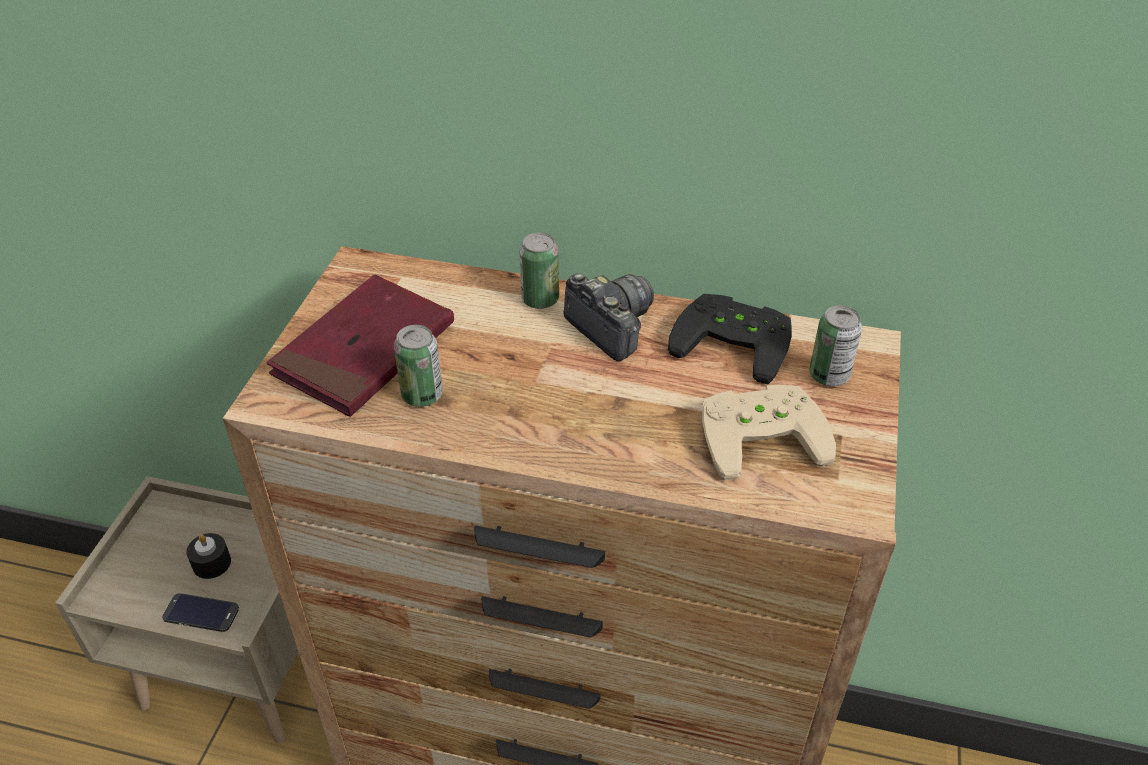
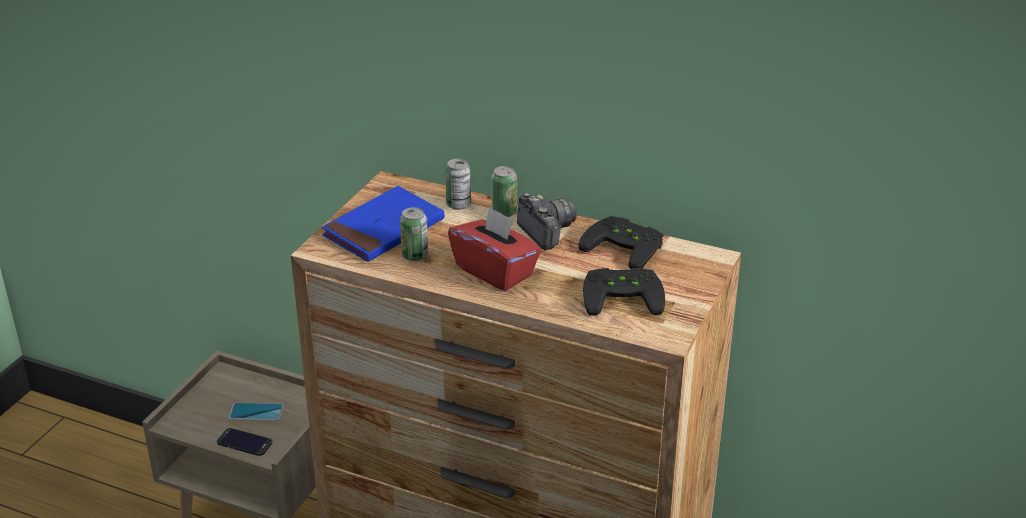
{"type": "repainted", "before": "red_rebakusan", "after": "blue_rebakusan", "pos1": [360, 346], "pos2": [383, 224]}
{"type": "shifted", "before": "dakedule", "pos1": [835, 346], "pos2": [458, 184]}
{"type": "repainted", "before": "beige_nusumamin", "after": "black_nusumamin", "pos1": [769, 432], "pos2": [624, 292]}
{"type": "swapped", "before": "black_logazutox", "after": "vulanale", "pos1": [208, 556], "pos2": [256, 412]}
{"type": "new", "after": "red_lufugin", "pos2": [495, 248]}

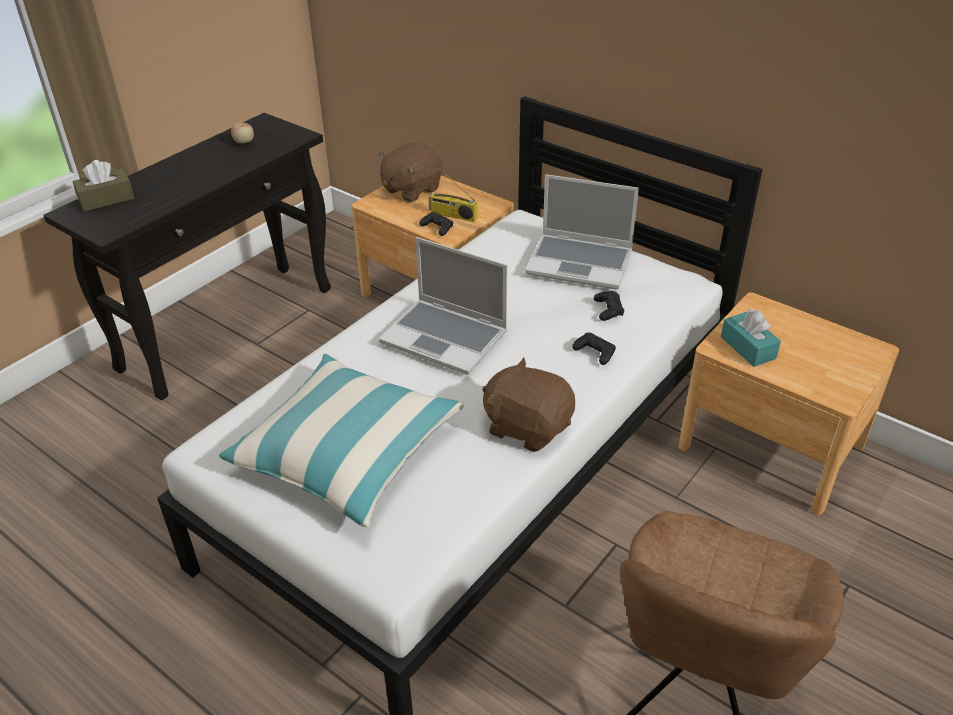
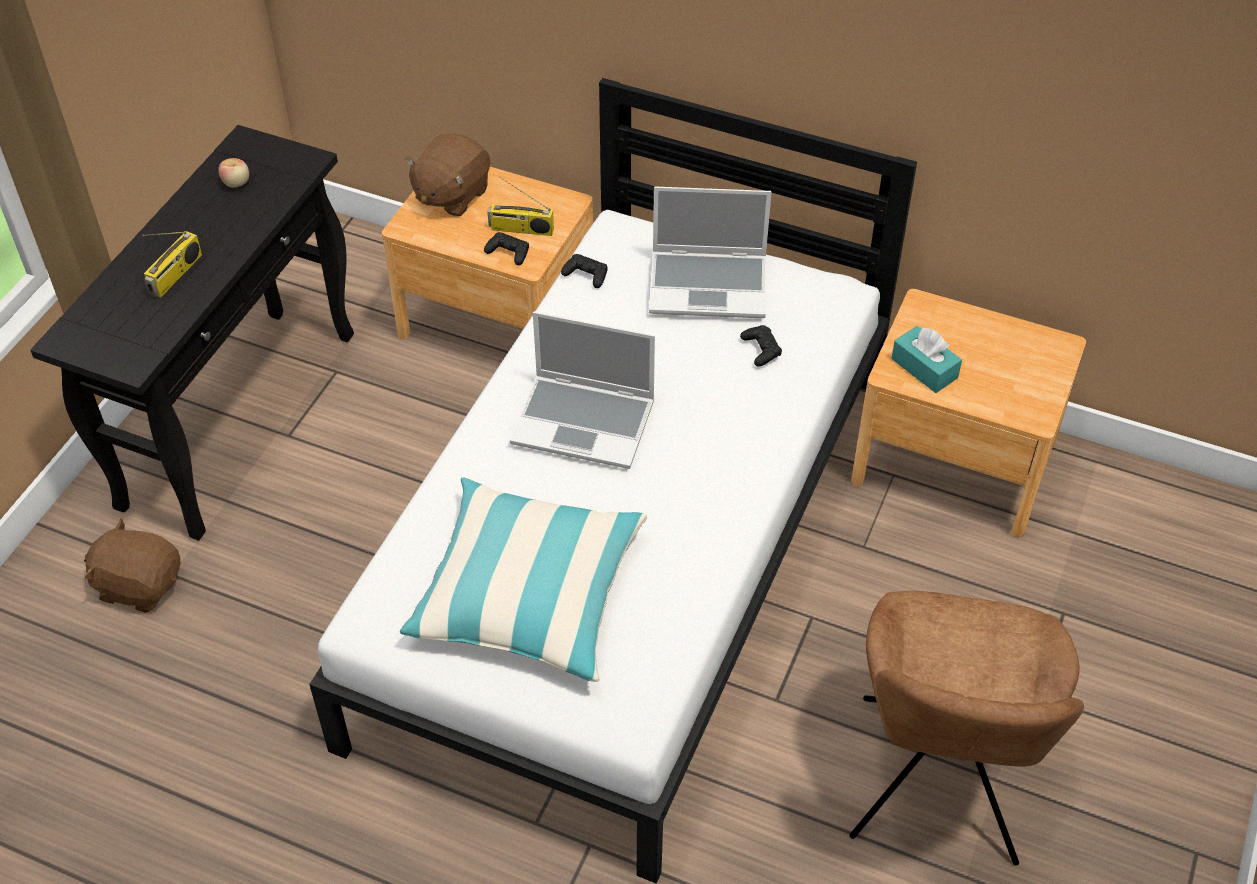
{"type": "gone", "before": "brown_lufugin", "pos1": [103, 186]}
{"type": "shifted", "before": "black_nusumamin", "pos1": [594, 349], "pos2": [584, 271]}
{"type": "shifted", "before": "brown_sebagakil", "pos1": [528, 405], "pos2": [132, 566]}
{"type": "new", "after": "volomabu", "pos2": [172, 264]}

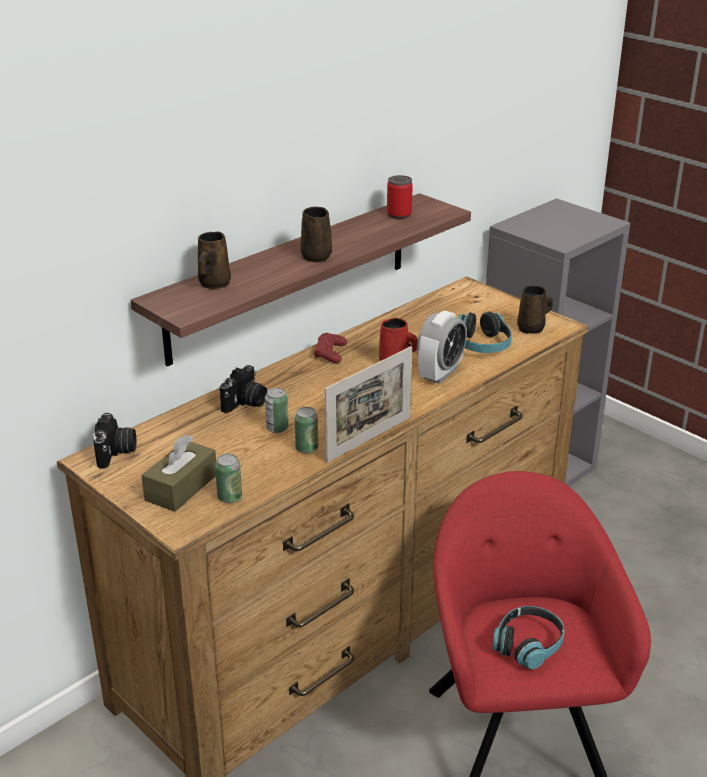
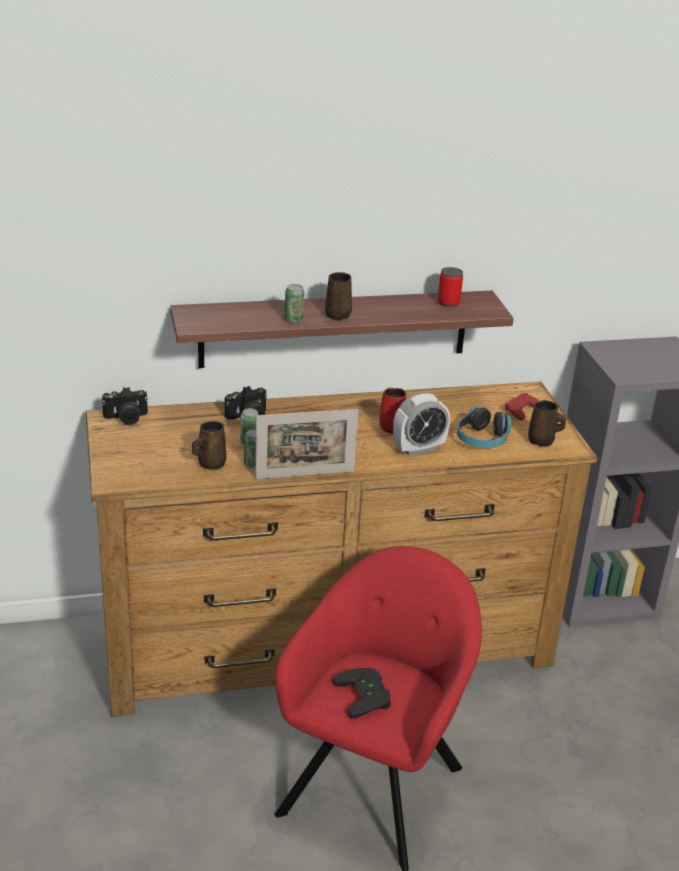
{"type": "shifted", "before": "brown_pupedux", "pos1": [214, 260], "pos2": [209, 445]}
{"type": "shifted", "before": "red_nusumamin", "pos1": [330, 348], "pos2": [522, 406]}
{"type": "rotated", "before": "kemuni", "pos1": [114, 441], "pos2": [125, 406], "turn": 45}
{"type": "gone", "before": "brown_lufugin", "pos1": [178, 473]}
{"type": "shifted", "before": "dakedule", "pos1": [228, 478], "pos2": [294, 303]}
{"type": "swapped", "before": "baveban", "after": "black_nusumamin", "pos1": [528, 638], "pos2": [362, 693]}

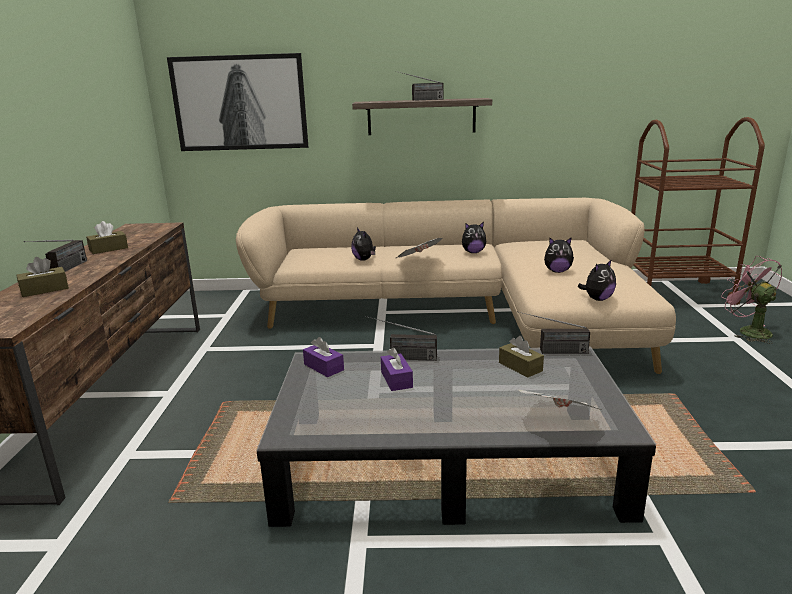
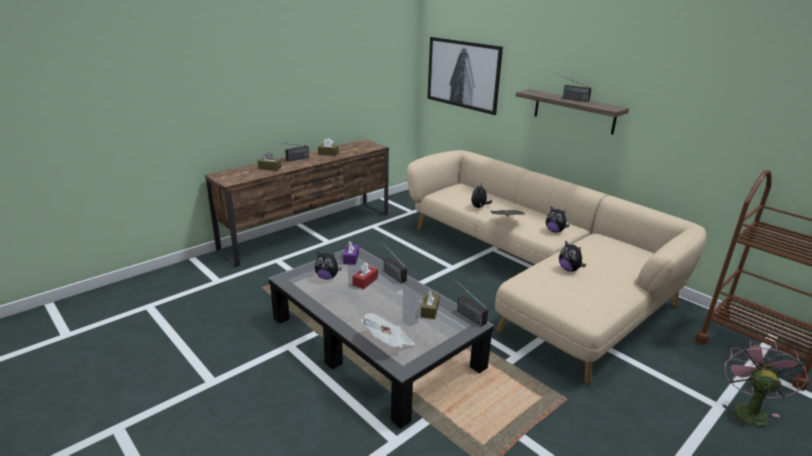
{"type": "shifted", "before": "sebagakil", "pos1": [596, 280], "pos2": [328, 266]}
{"type": "repainted", "before": "purple_lufugin", "after": "red_lufugin", "pos1": [397, 369], "pos2": [365, 276]}

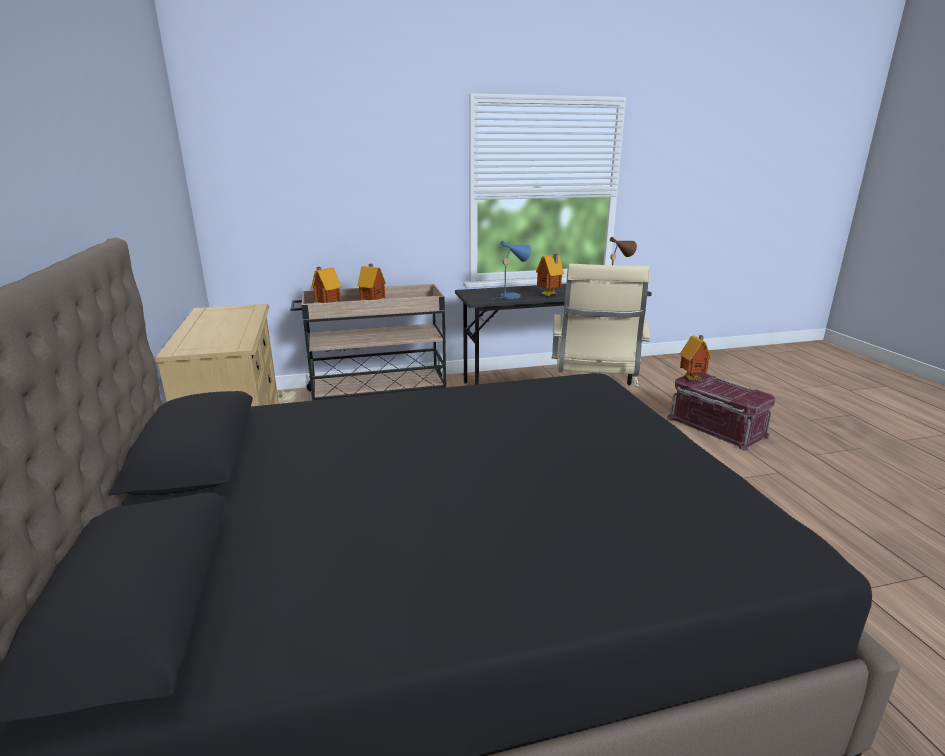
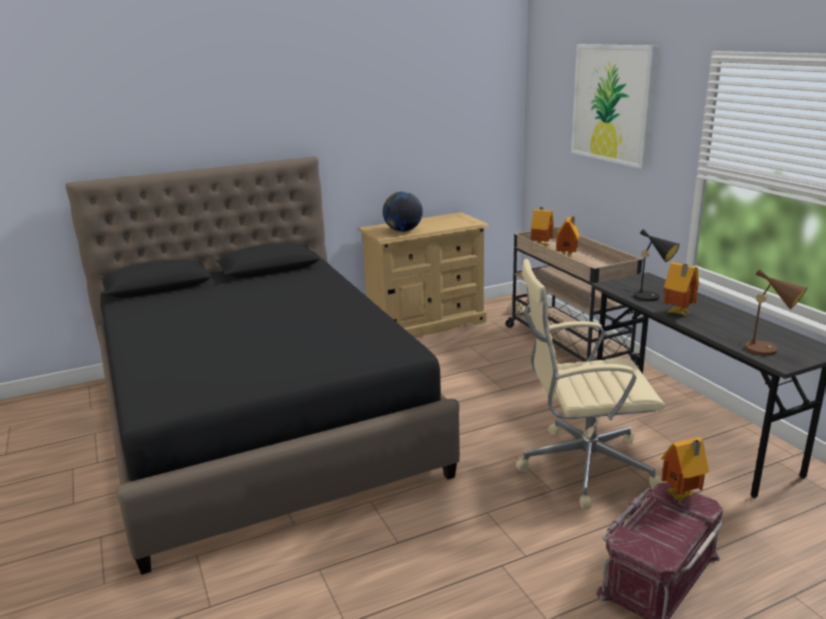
{"type": "repainted", "before": "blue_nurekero", "after": "black_nurekero", "pos1": [511, 270], "pos2": [651, 265]}
{"type": "new", "after": "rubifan", "pos2": [614, 106]}
{"type": "new", "after": "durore", "pos2": [403, 212]}

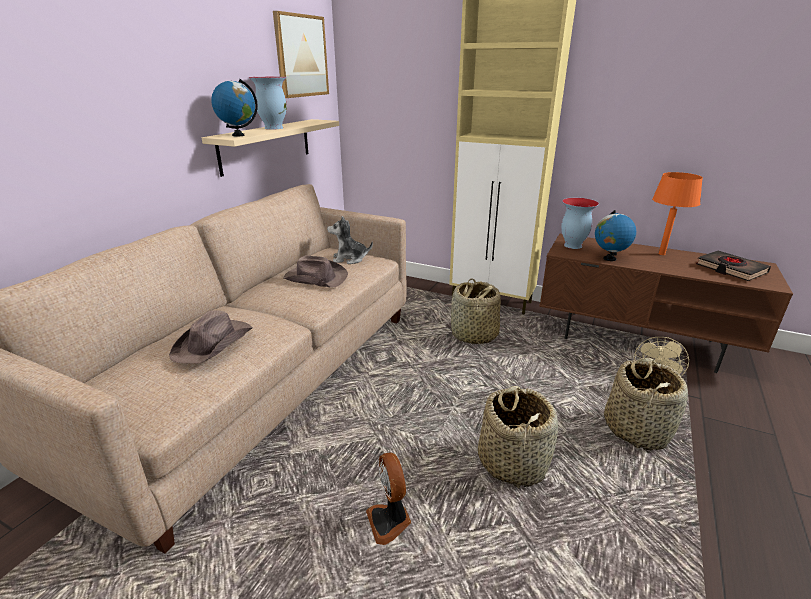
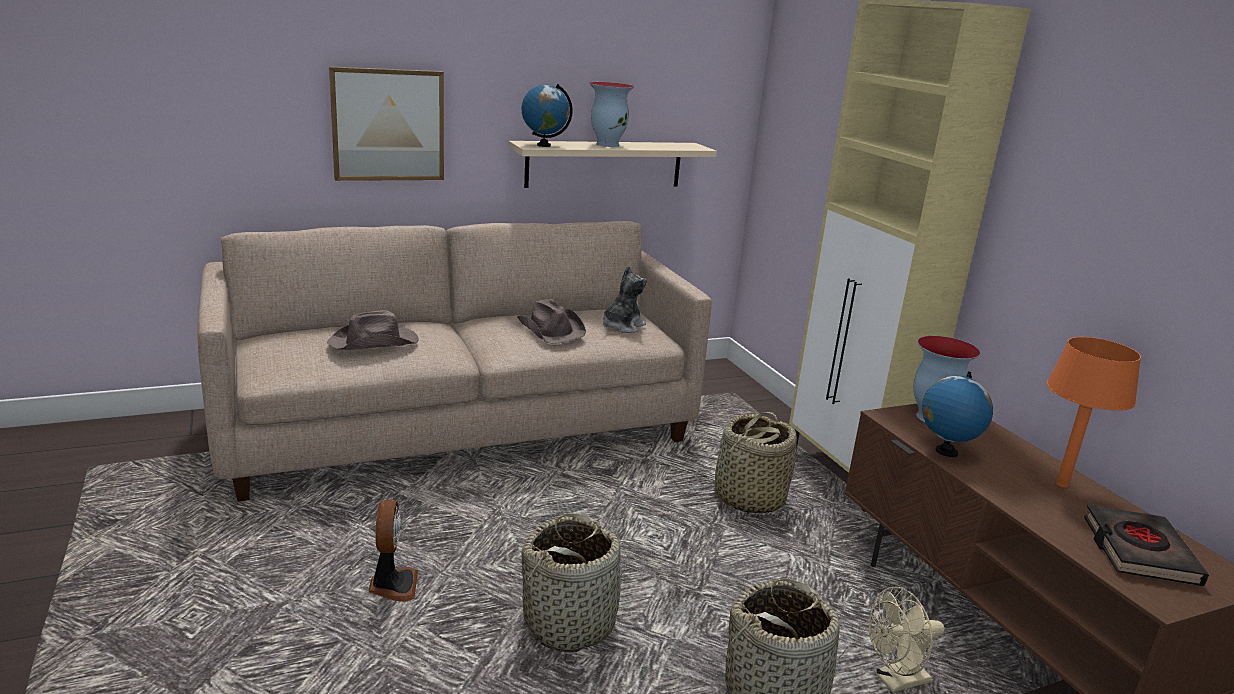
{"type": "shifted", "before": "rubifan", "pos1": [301, 54], "pos2": [386, 123]}
{"type": "rotated", "before": "sebagakil", "pos1": [350, 240], "pos2": [625, 299], "turn": 90}
{"type": "rotated", "before": "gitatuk", "pos1": [388, 499], "pos2": [393, 550], "turn": 150}

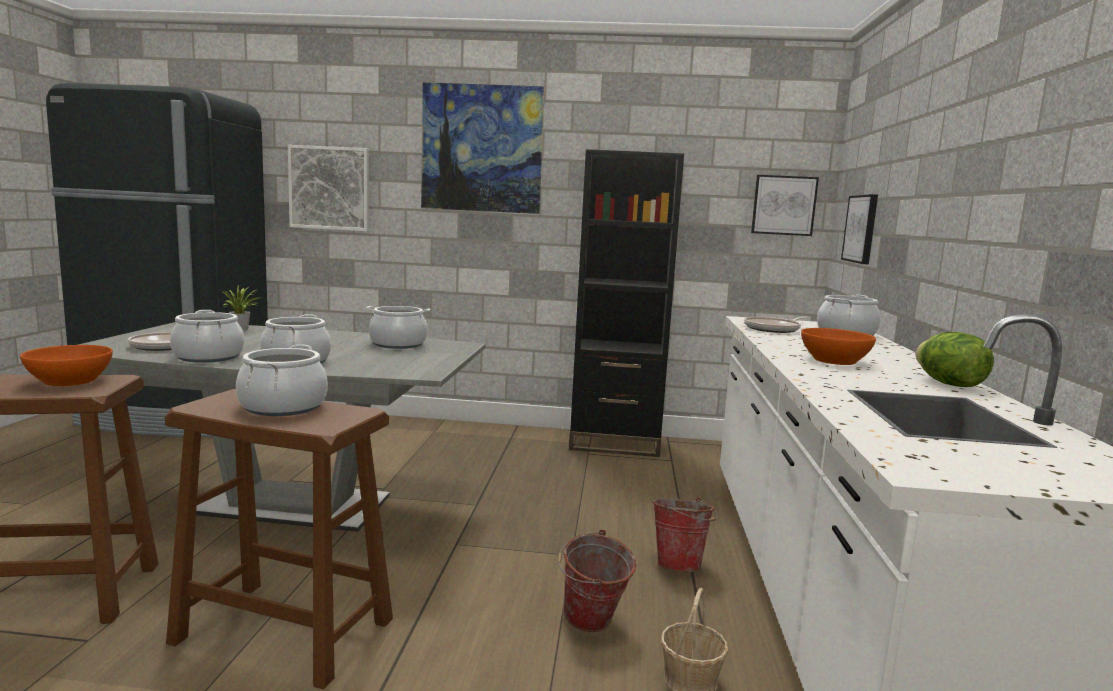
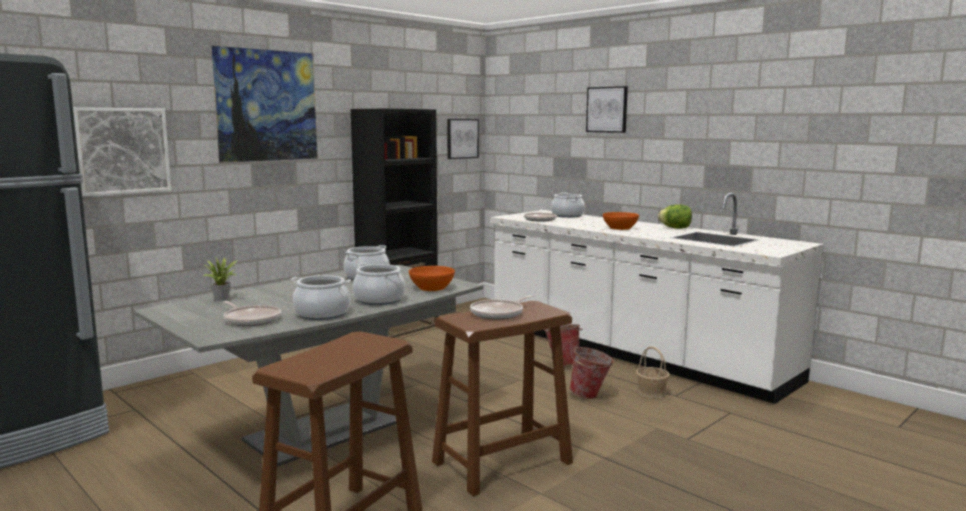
{"type": "shifted", "before": "rubifan", "pos1": [859, 229], "pos2": [607, 109]}
{"type": "swapped", "before": "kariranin", "after": "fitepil", "pos1": [282, 380], "pos2": [501, 307]}
{"type": "shifted", "before": "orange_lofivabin", "pos1": [66, 365], "pos2": [432, 278]}

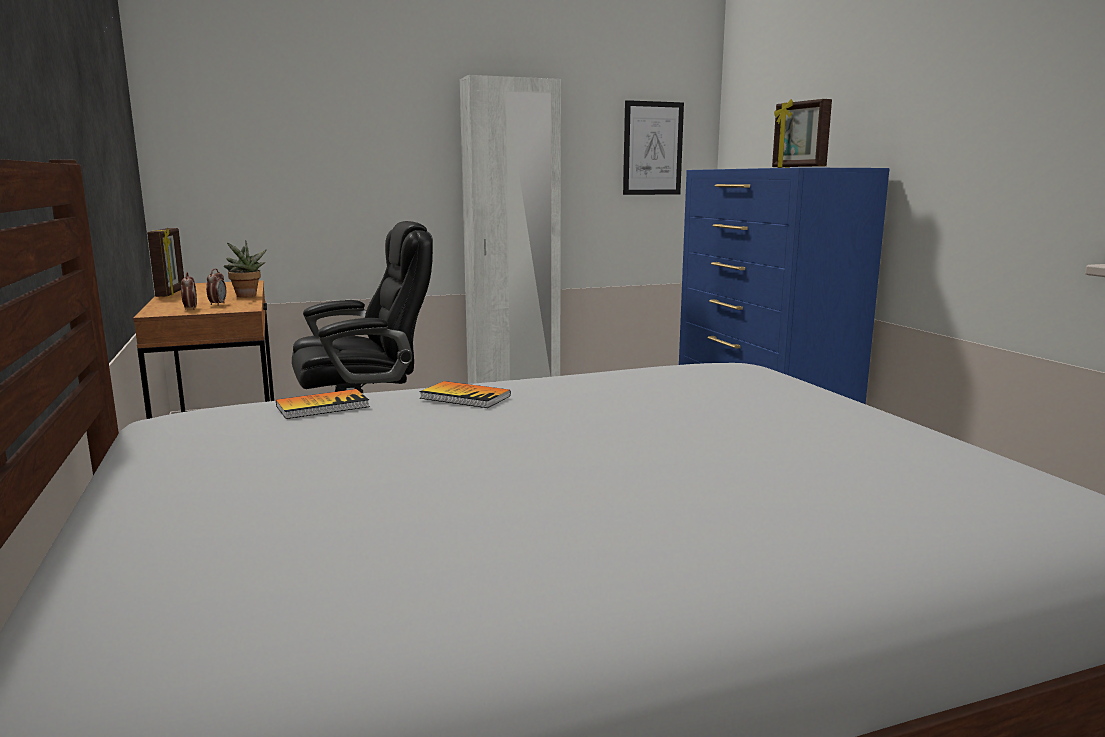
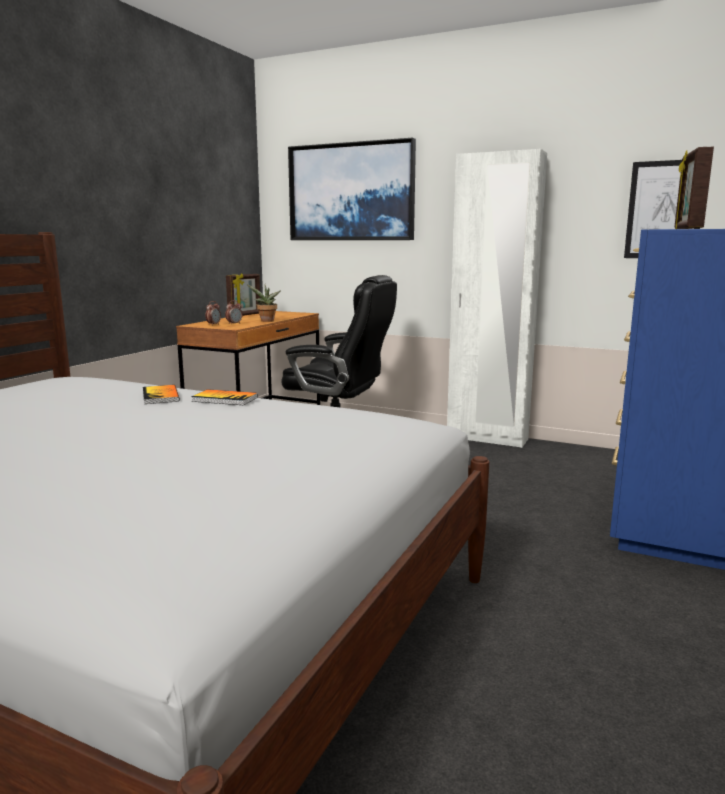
{"type": "shifted", "before": "rebakusan", "pos1": [323, 404], "pos2": [224, 397]}
{"type": "new", "after": "rubifan", "pos2": [352, 189]}

